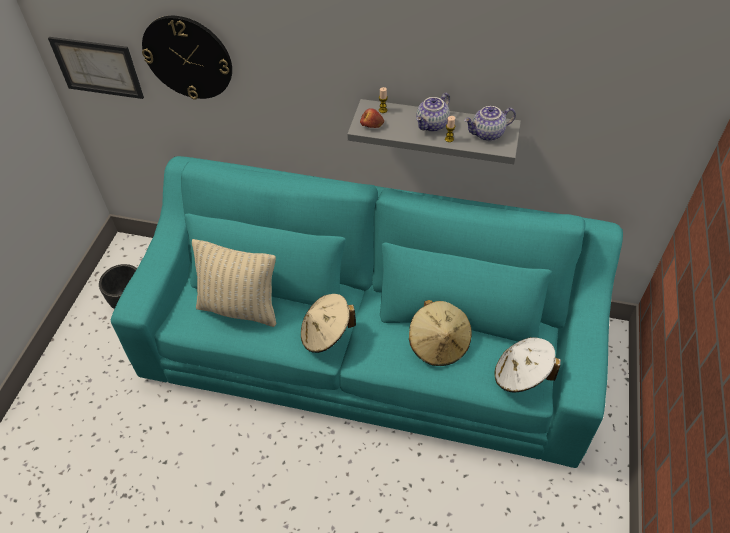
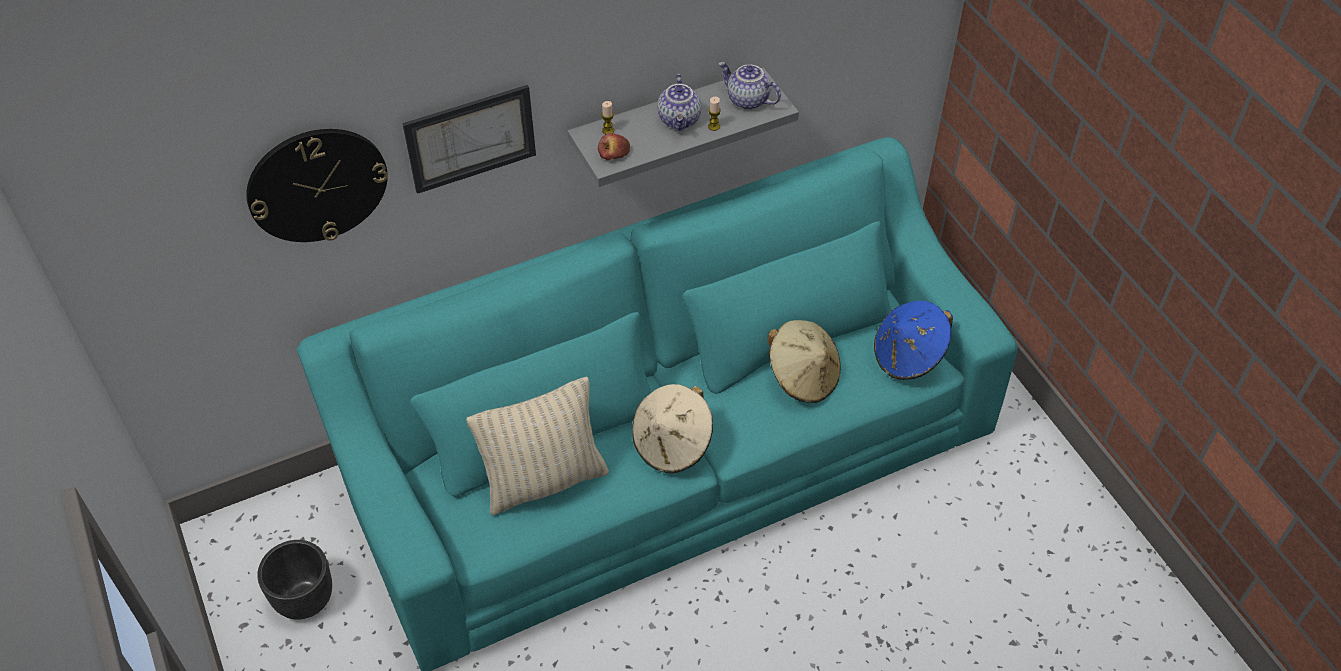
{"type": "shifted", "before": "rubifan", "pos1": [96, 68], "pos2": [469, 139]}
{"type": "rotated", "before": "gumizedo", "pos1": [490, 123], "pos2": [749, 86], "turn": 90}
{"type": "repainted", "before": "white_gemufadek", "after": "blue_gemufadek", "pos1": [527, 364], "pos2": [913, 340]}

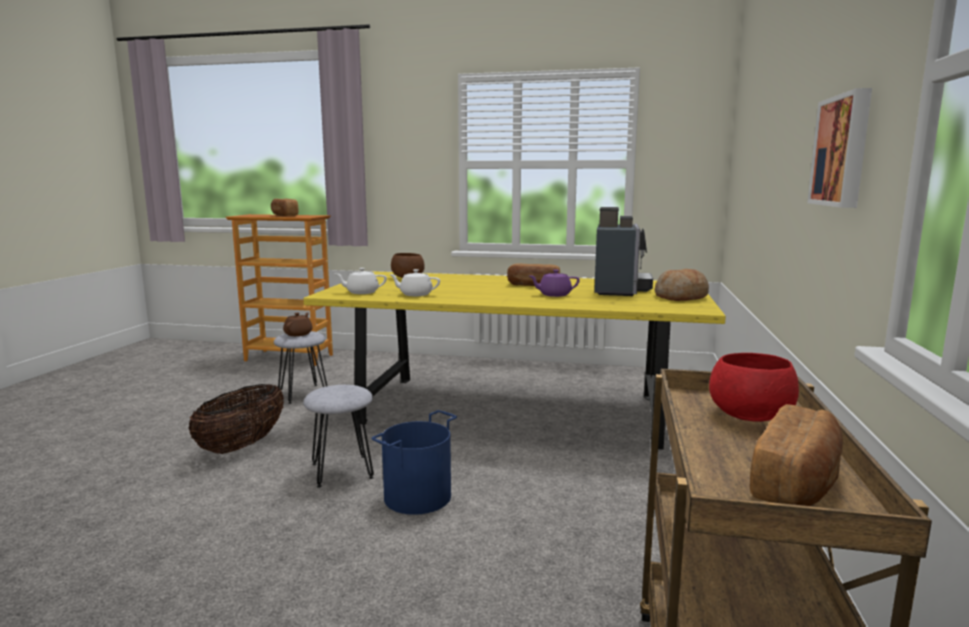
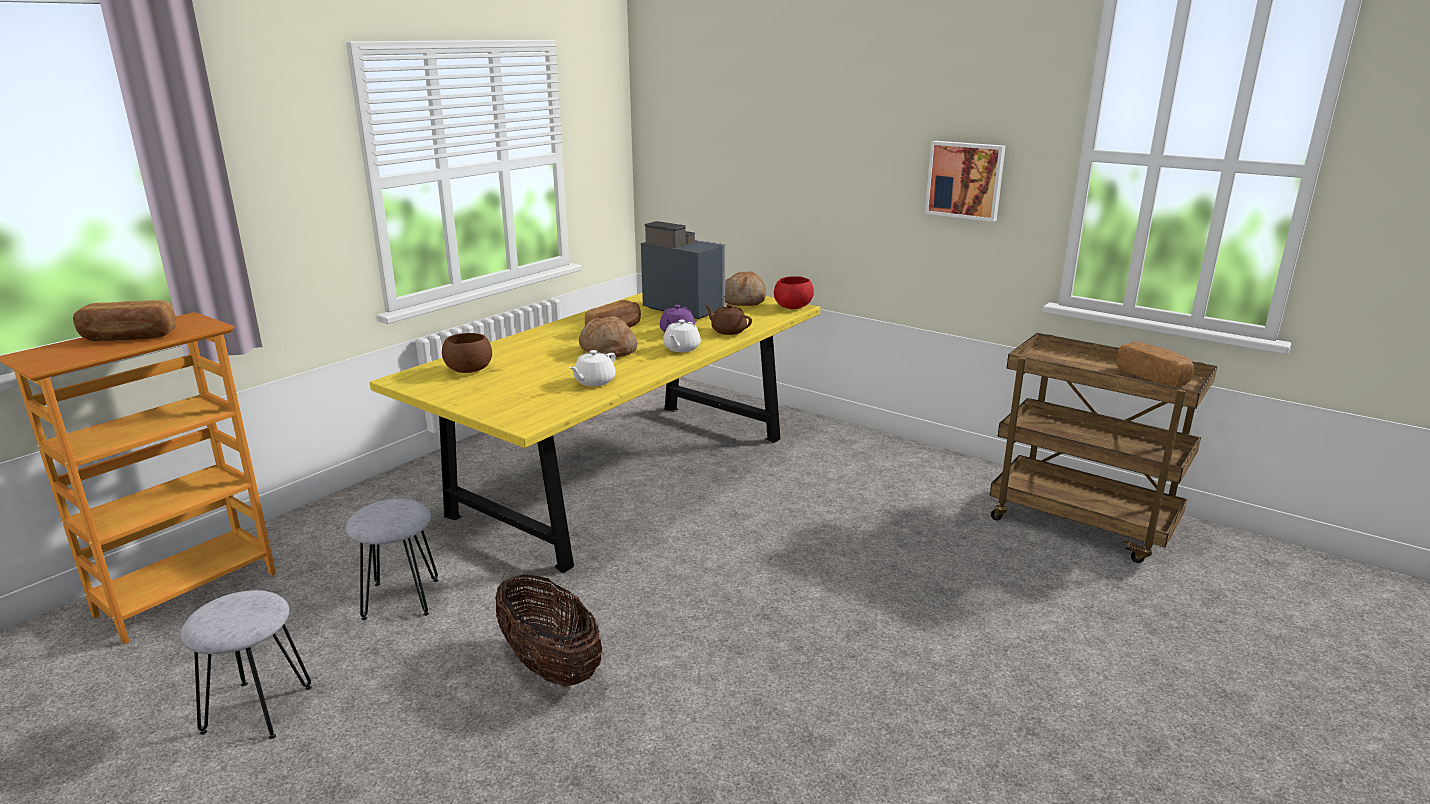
{"type": "shifted", "before": "white_gumizedo", "pos1": [361, 281], "pos2": [682, 336]}
{"type": "shifted", "before": "brown_gumizedo", "pos1": [298, 324], "pos2": [728, 319]}
{"type": "shifted", "before": "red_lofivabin", "pos1": [754, 387], "pos2": [794, 292]}
{"type": "shifted", "before": "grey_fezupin", "pos1": [338, 436], "pos2": [246, 664]}
{"type": "gone", "before": "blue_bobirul", "pos1": [414, 462]}
{"type": "new", "after": "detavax", "pos2": [608, 337]}

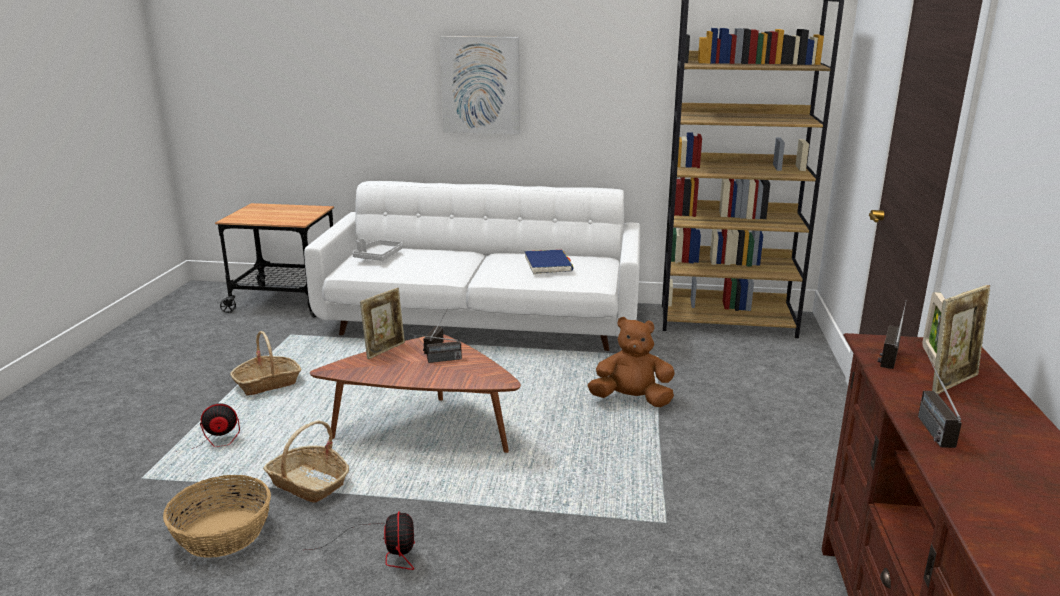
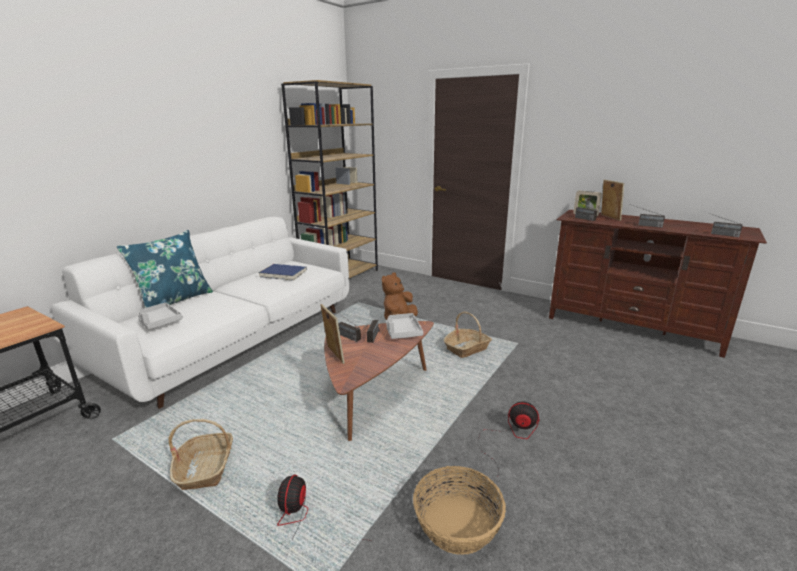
{"type": "gone", "before": "rubifan", "pos1": [480, 85]}
{"type": "shifted", "before": "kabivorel", "pos1": [306, 461], "pos2": [468, 335]}
{"type": "new", "after": "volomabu", "pos2": [724, 224]}
{"type": "new", "after": "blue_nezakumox", "pos2": [165, 269]}
{"type": "new", "after": "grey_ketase", "pos2": [404, 326]}

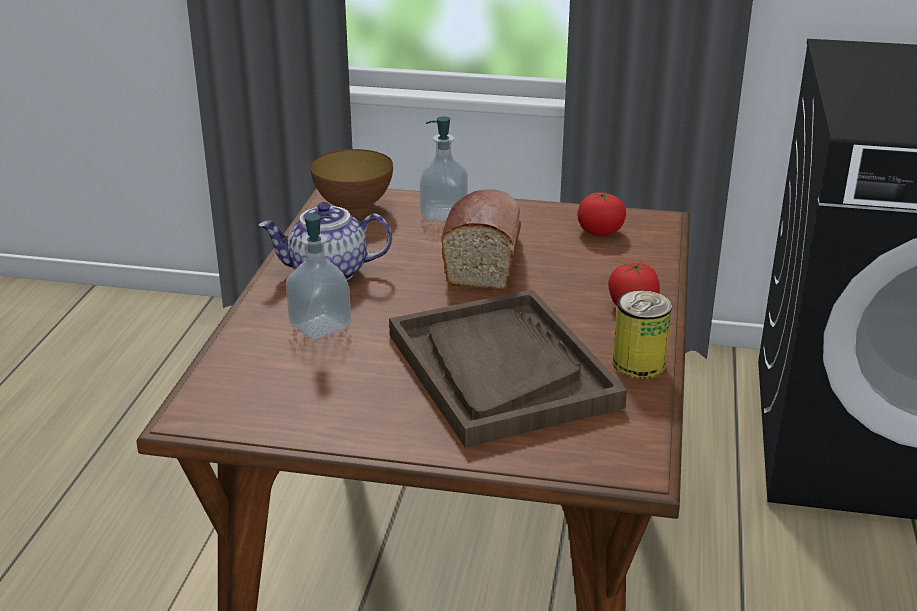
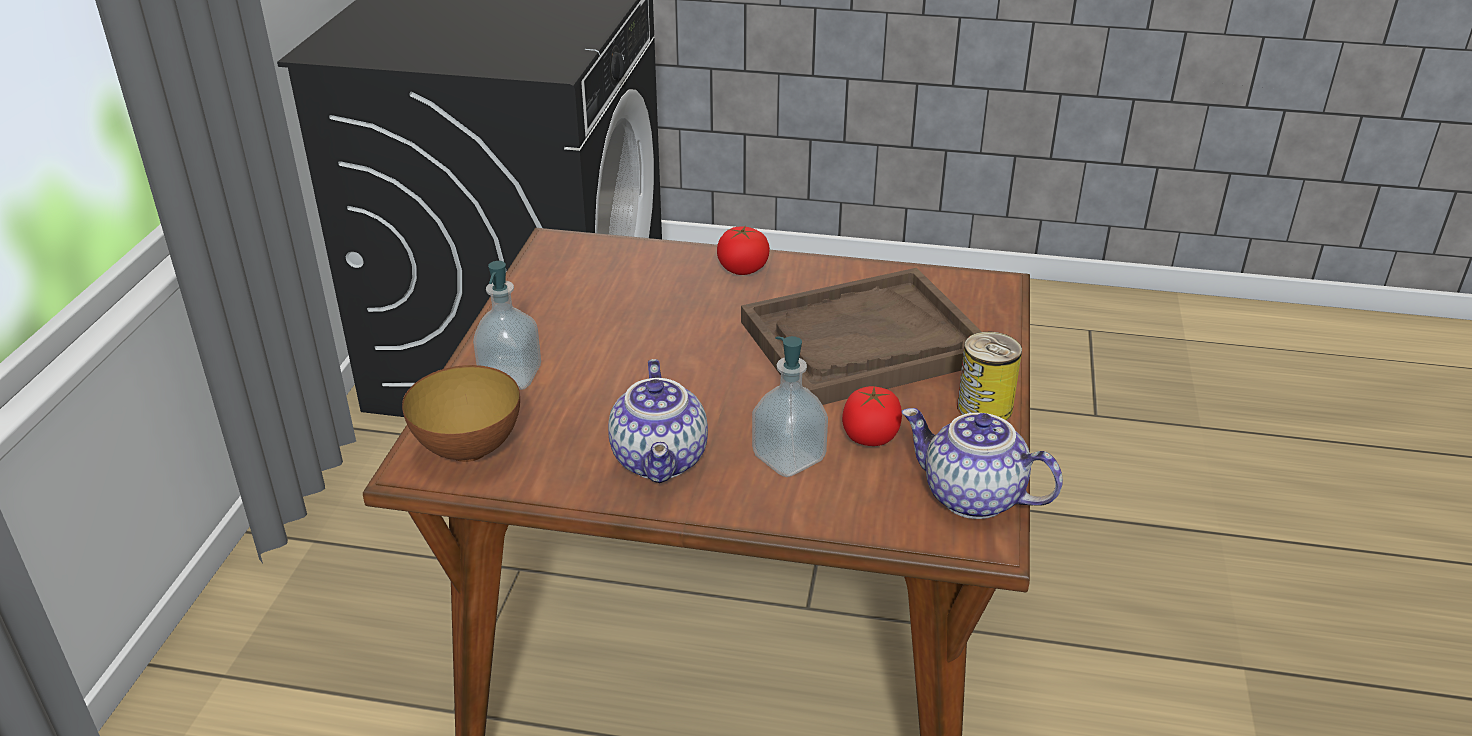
{"type": "gone", "before": "detavax", "pos1": [481, 239]}
{"type": "shifted", "before": "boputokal", "pos1": [601, 214], "pos2": [872, 416]}
{"type": "shifted", "before": "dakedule", "pos1": [642, 334], "pos2": [989, 376]}
{"type": "new", "after": "gumizedo", "pos2": [982, 463]}

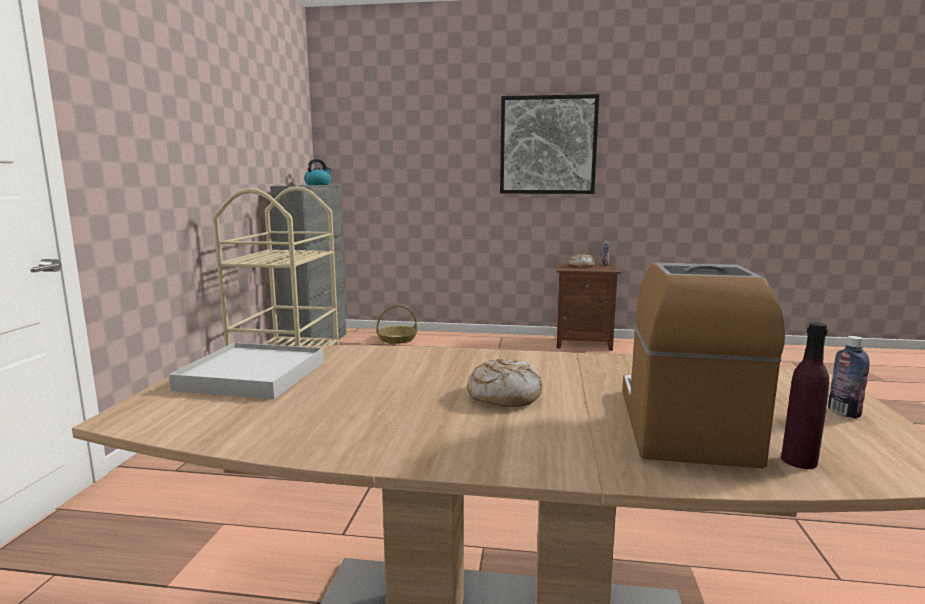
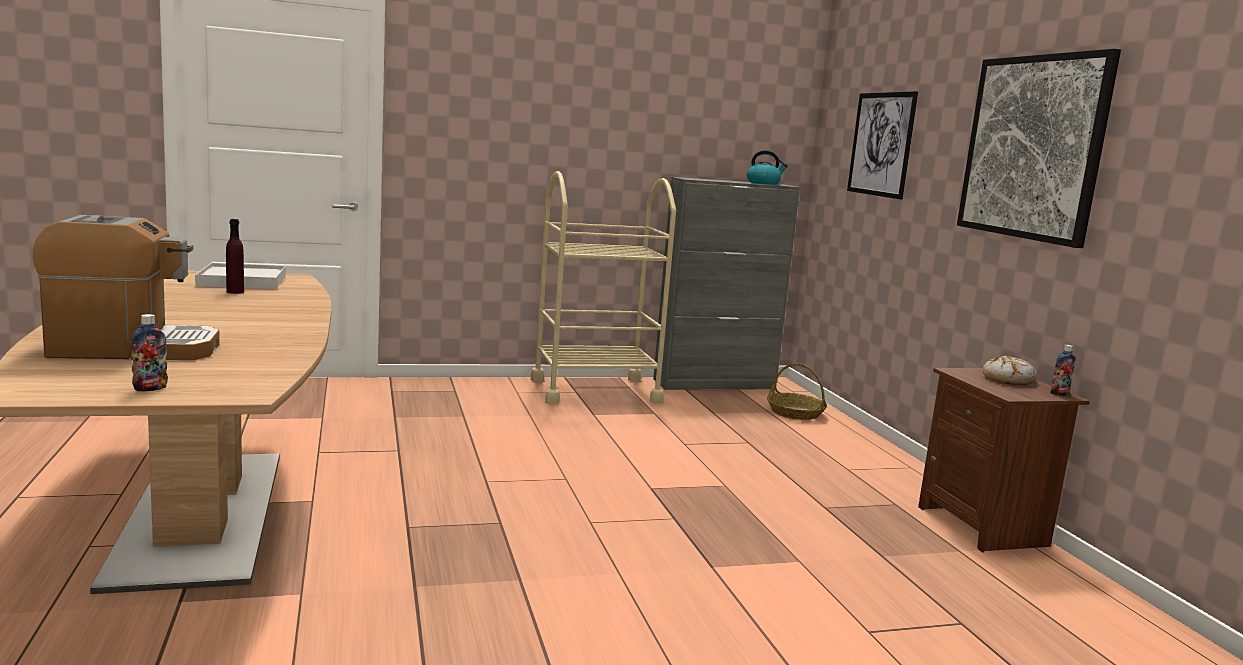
{"type": "shifted", "before": "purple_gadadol", "pos1": [805, 396], "pos2": [235, 256]}
{"type": "gone", "before": "detavax", "pos1": [505, 383]}
{"type": "new", "after": "rubifan", "pos2": [882, 145]}

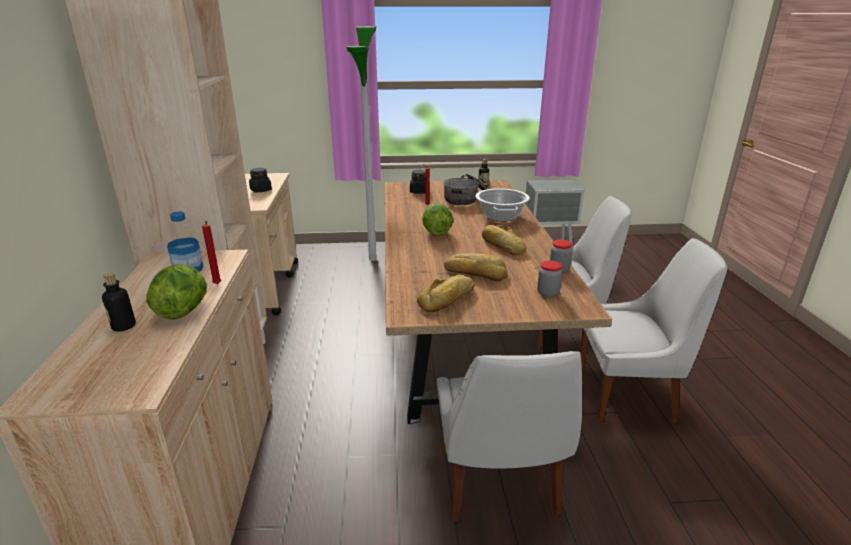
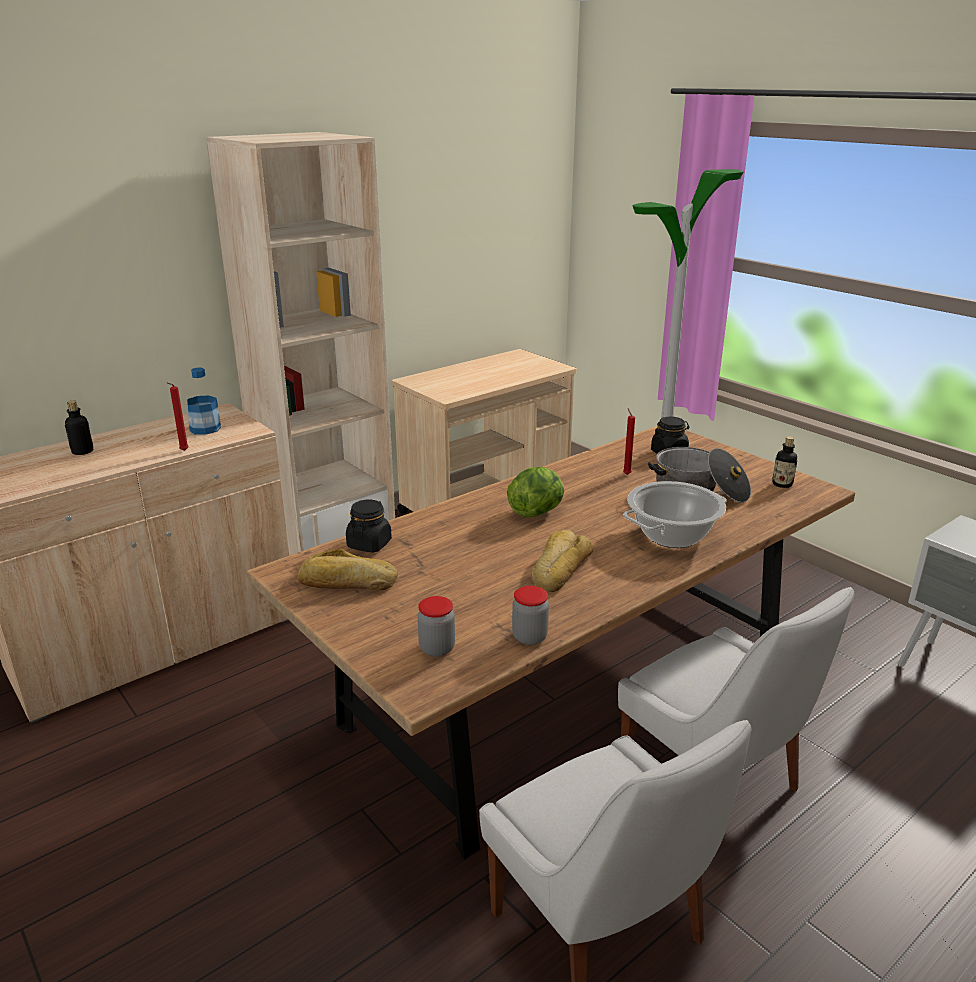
{"type": "shifted", "before": "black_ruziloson", "pos1": [260, 180], "pos2": [369, 526]}
{"type": "gone", "before": "detavax", "pos1": [476, 267]}
{"type": "gone", "before": "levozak", "pos1": [176, 292]}
{"type": "gone", "before": "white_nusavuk", "pos1": [509, 436]}

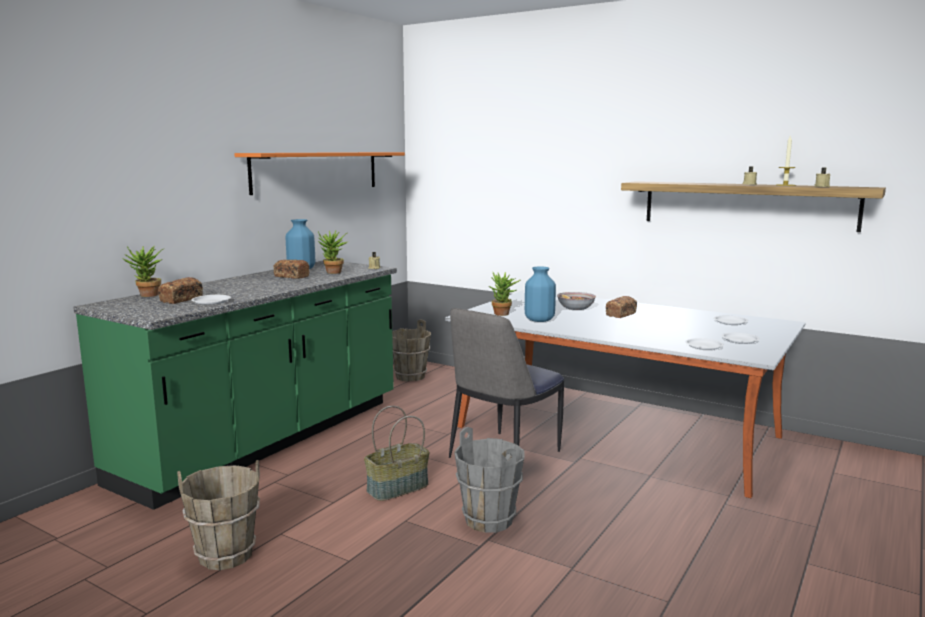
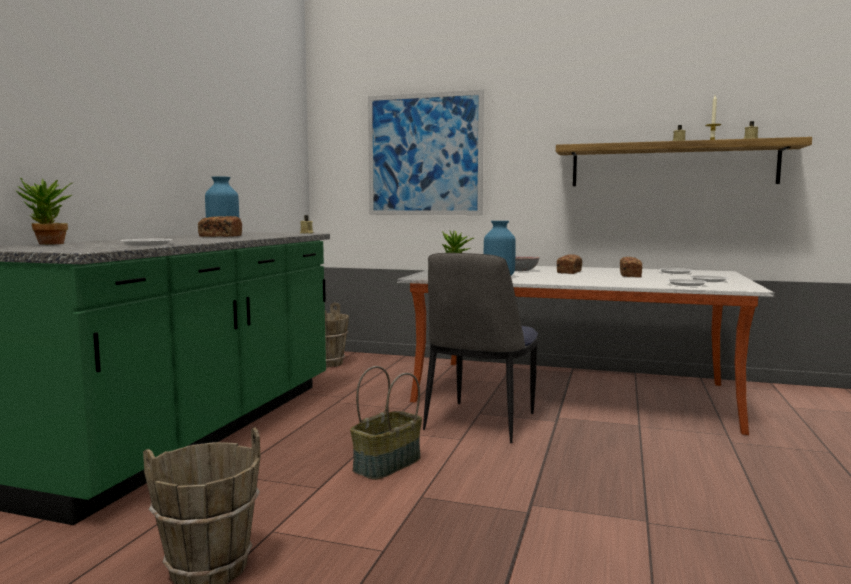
{"type": "gone", "before": "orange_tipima", "pos1": [319, 173]}
{"type": "gone", "before": "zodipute", "pos1": [332, 252]}
{"type": "shifted", "before": "detavax", "pos1": [180, 290], "pos2": [631, 267]}
{"type": "gone", "before": "grey_bobirul", "pos1": [489, 480]}
{"type": "new", "after": "rubifan", "pos2": [426, 152]}

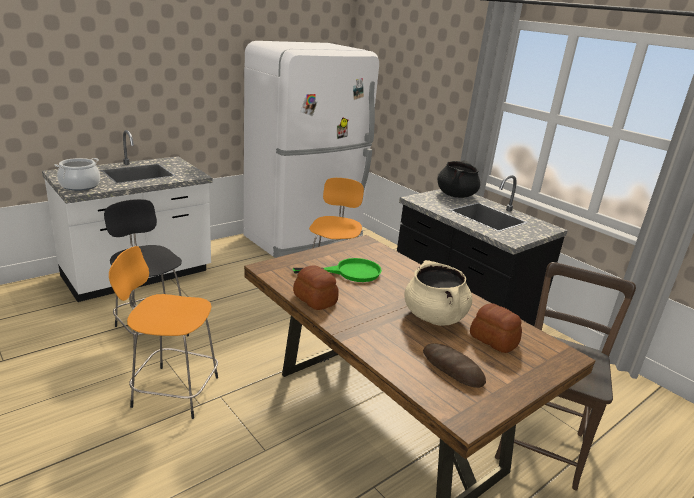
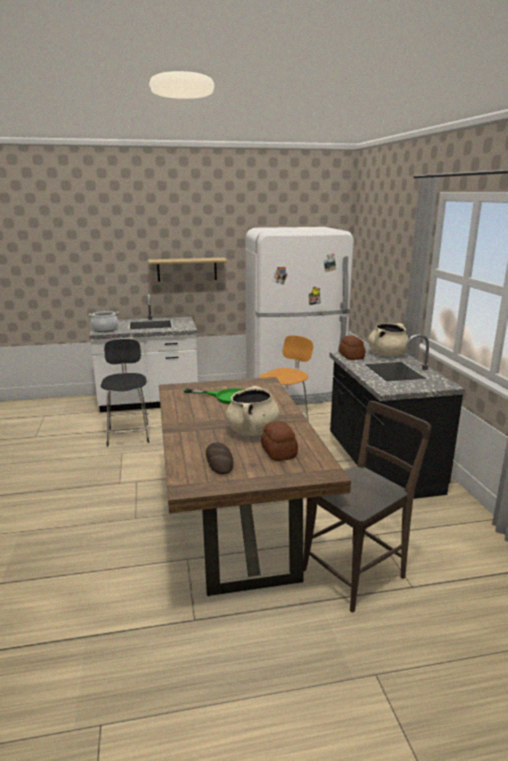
{"type": "repainted", "before": "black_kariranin", "after": "beige_kariranin", "pos1": [459, 179], "pos2": [388, 339]}
{"type": "gone", "before": "orange_fezupin", "pos1": [163, 332]}
{"type": "shifted", "before": "detavax", "pos1": [316, 287], "pos2": [352, 347]}
{"type": "new", "after": "tipima", "pos2": [188, 270]}

